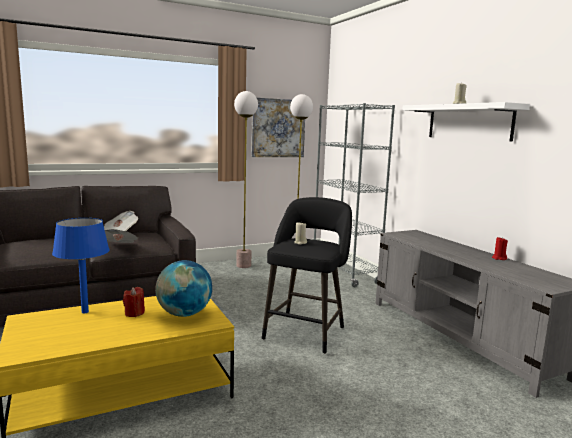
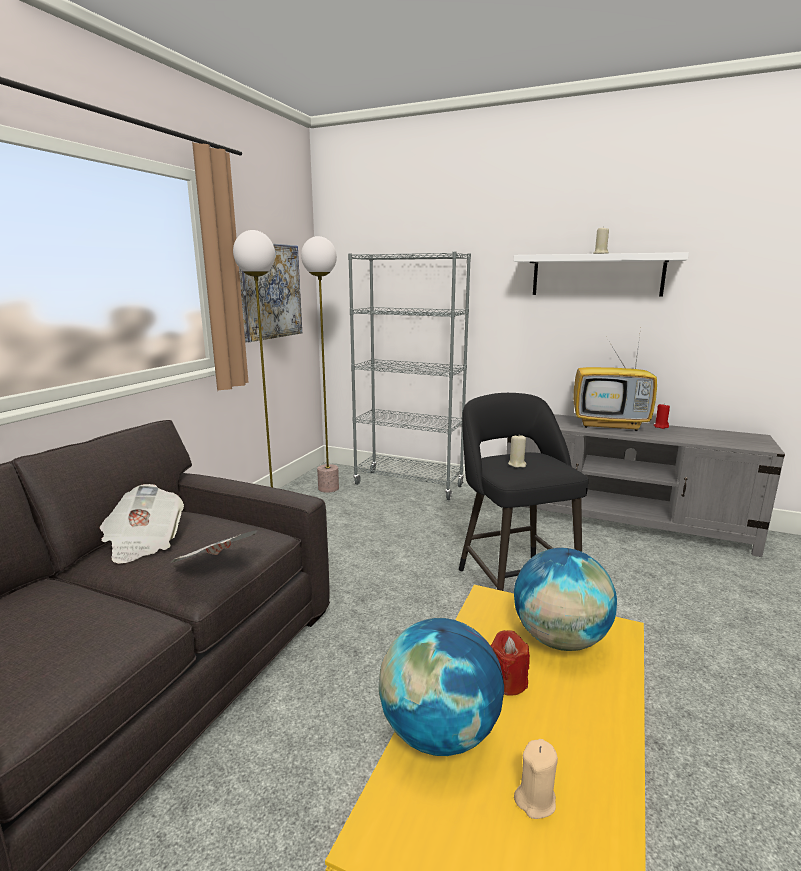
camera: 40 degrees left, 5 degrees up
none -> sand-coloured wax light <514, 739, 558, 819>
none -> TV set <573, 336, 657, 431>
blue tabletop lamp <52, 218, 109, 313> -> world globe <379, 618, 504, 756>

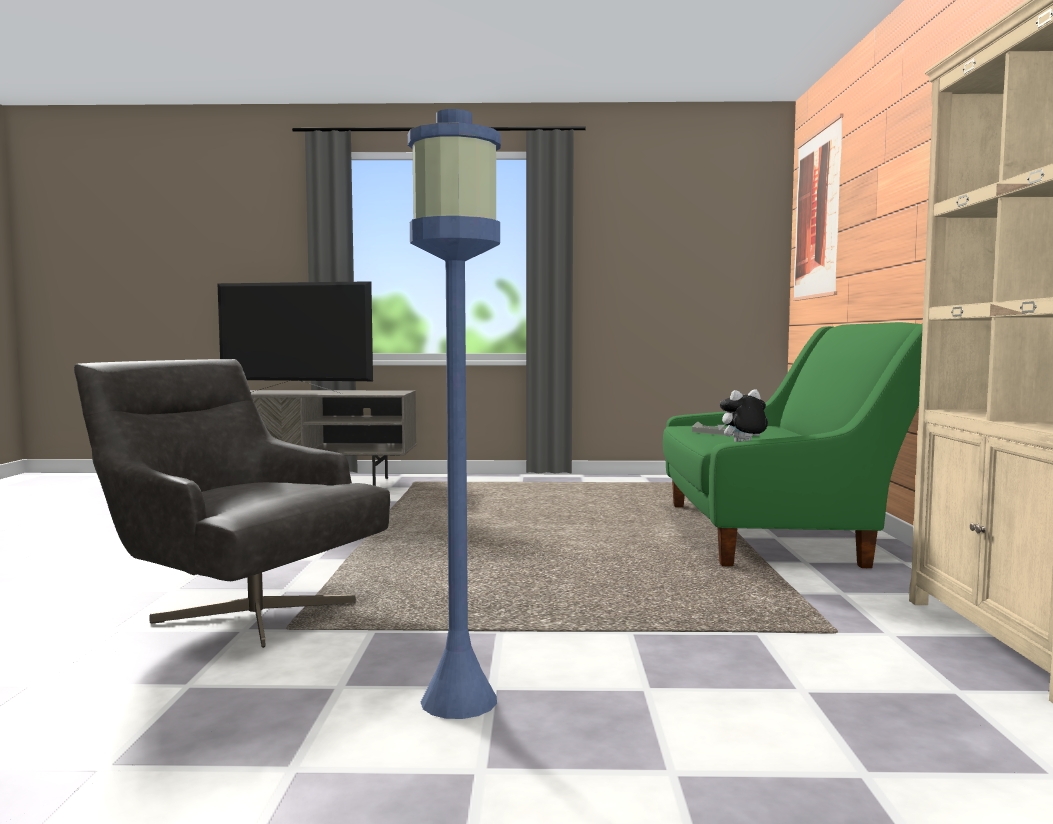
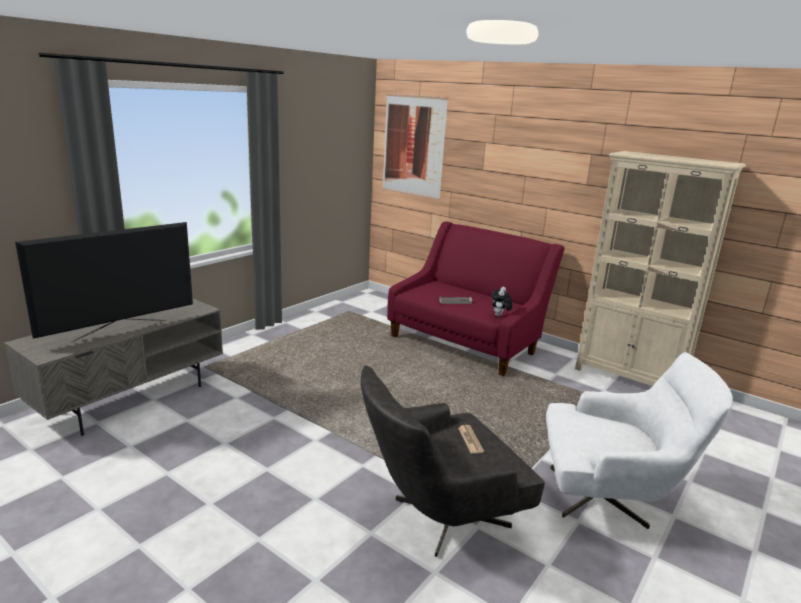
camera: 55 degrees left, 15 degrees up
none -> daily paper <458, 425, 484, 453>
blue standing lamp <408, 109, 501, 719> -> white lounge chair <546, 352, 733, 529>
green couch <663, 322, 923, 568> -> red-coloured couch <387, 221, 565, 376>

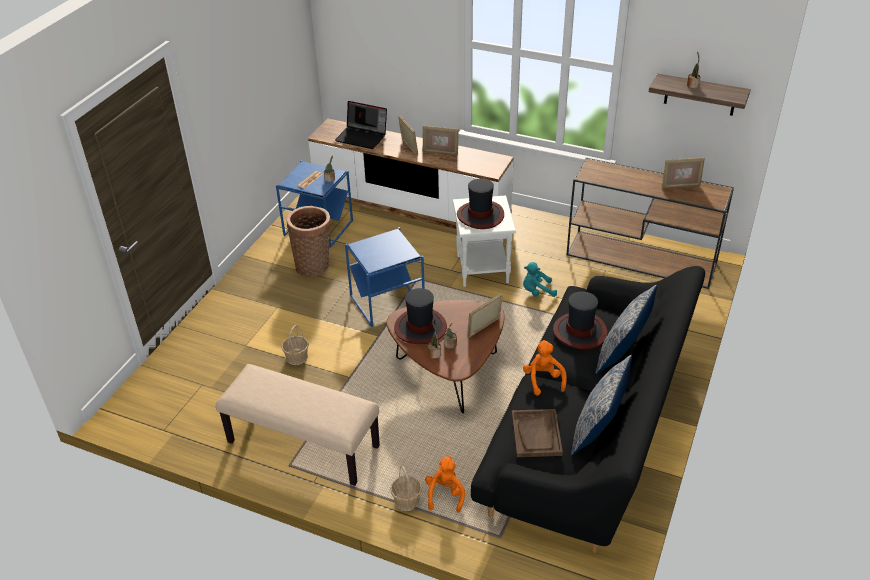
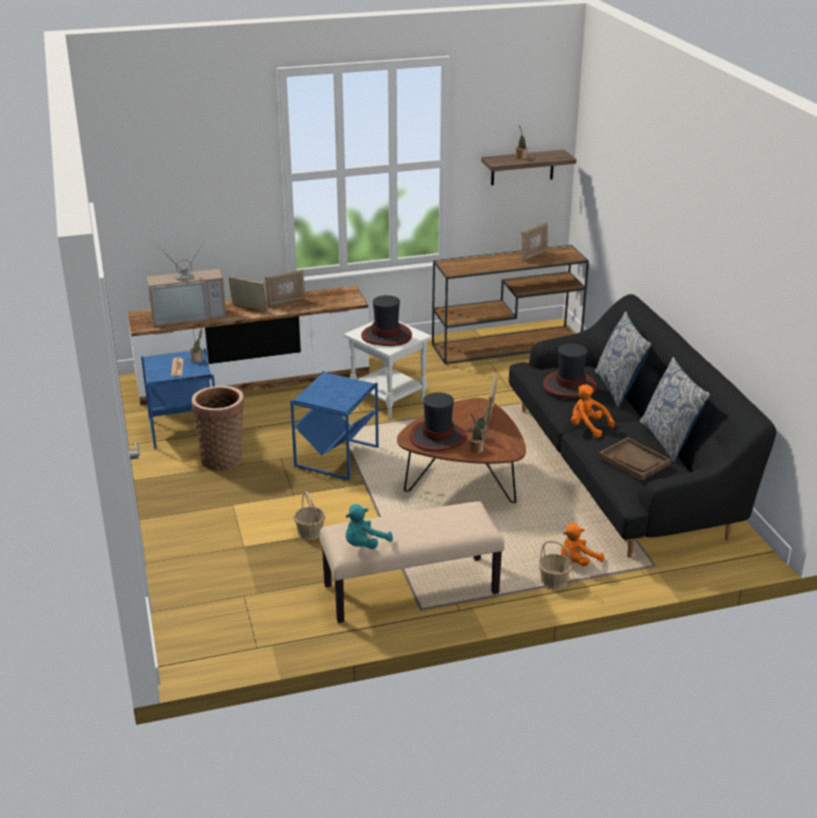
camera: 40 degrees left, 10 degrees down
blue-green cuddly toy <523, 262, 557, 297> -> blue-green cuddly toy <346, 504, 393, 549>, moved
notebook computer <335, 101, 387, 149> -> TV set <147, 242, 226, 326>
orange cuddly toy <425, 456, 465, 513> -> orange cuddly toy <561, 523, 604, 567>, 90 degrees counterclockwise

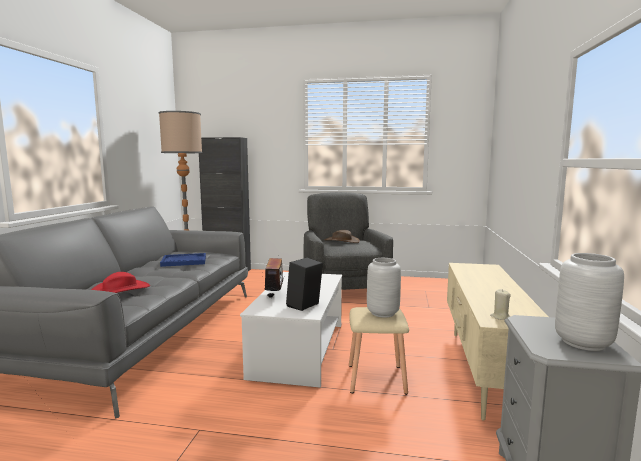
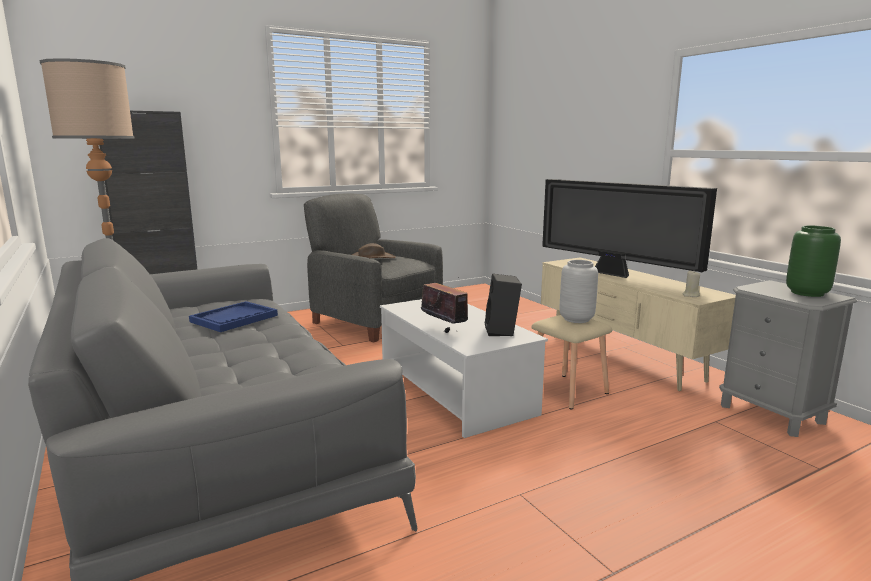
camera: 40 degrees left, 5 degrees up
red-coloured clothing hat <91, 272, 150, 293> -> none
none -> TV set <542, 179, 717, 278>
greyish flower vase <555, 253, 624, 351> -> green flower vase <786, 226, 841, 297>

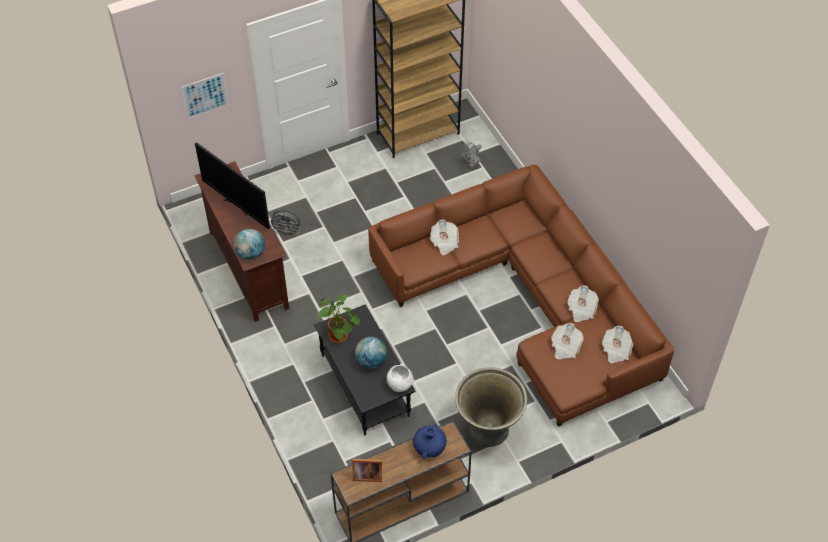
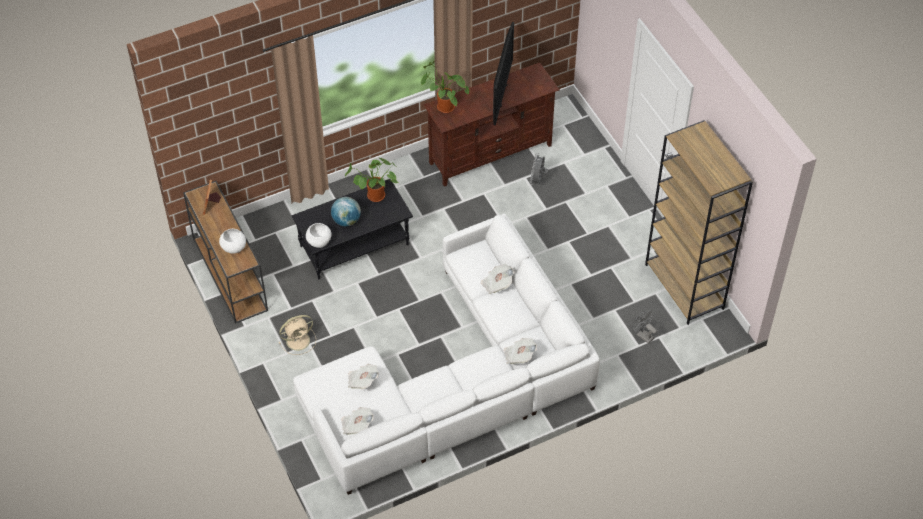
camera: 90 degrees right, 0 degrees up
picture <181, 73, 229, 119> -> none
daily paper <567, 286, 599, 322> -> daily paper <504, 338, 537, 364>, moved
world globe <234, 229, 265, 260> -> plant in a pot <421, 60, 469, 113>
blue flower vase <413, 424, 447, 459> -> white serving bowl <219, 229, 246, 254>
greyish plant pot <455, 367, 527, 447> -> sand-coloured electric fan <279, 315, 316, 355>
brownish couch <368, 165, 675, 427> -> white couch <293, 214, 600, 495>
TV set <195, 142, 270, 230> -> TV set <493, 22, 514, 126>, 150 degrees clockwise

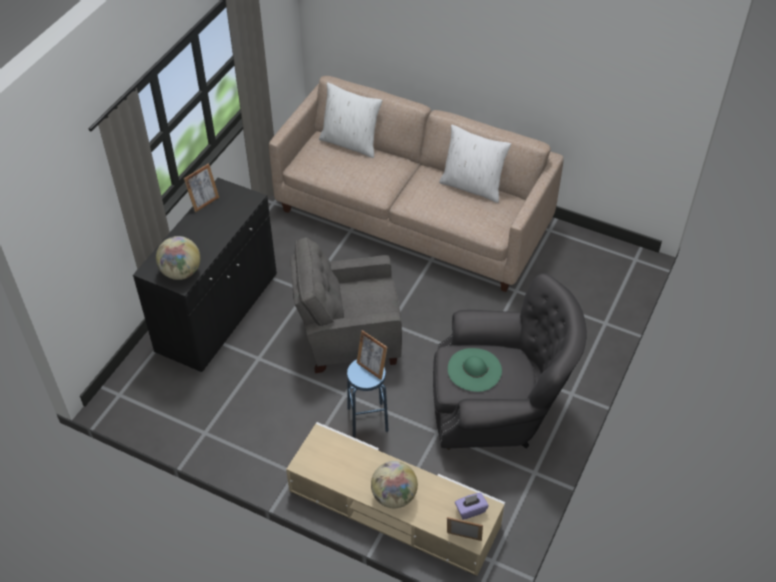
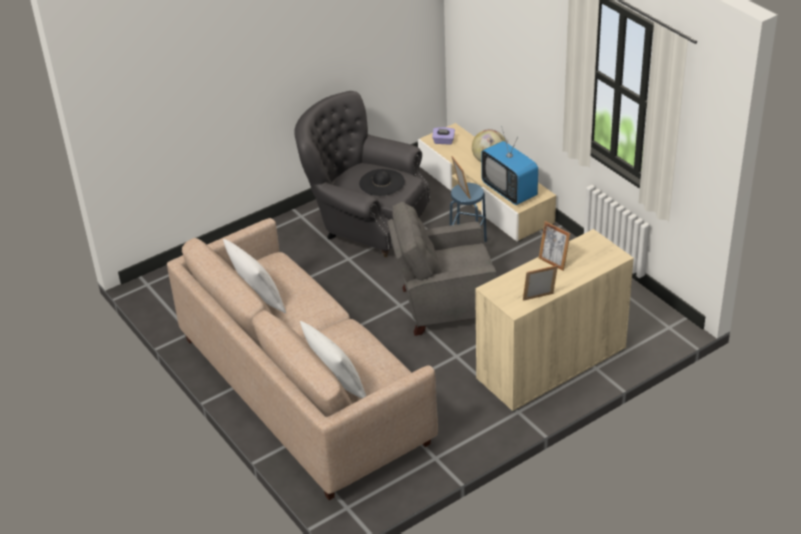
camera: 150 degrees left, 10 degrees down
world globe <156, 236, 200, 280> -> none
none -> TV set <481, 126, 538, 205>
picture frame <447, 517, 483, 541> -> picture frame <539, 221, 571, 271>, moved
black-coloured cabinet <133, 178, 277, 372> -> sand-coloured cabinet <475, 229, 634, 412>
green clothing hat <448, 348, 502, 392> -> black-coloured clothing hat <359, 169, 405, 196>
greyish lounge chair <290, 237, 402, 373> -> greyish lounge chair <387, 202, 497, 336>, 150 degrees clockwise

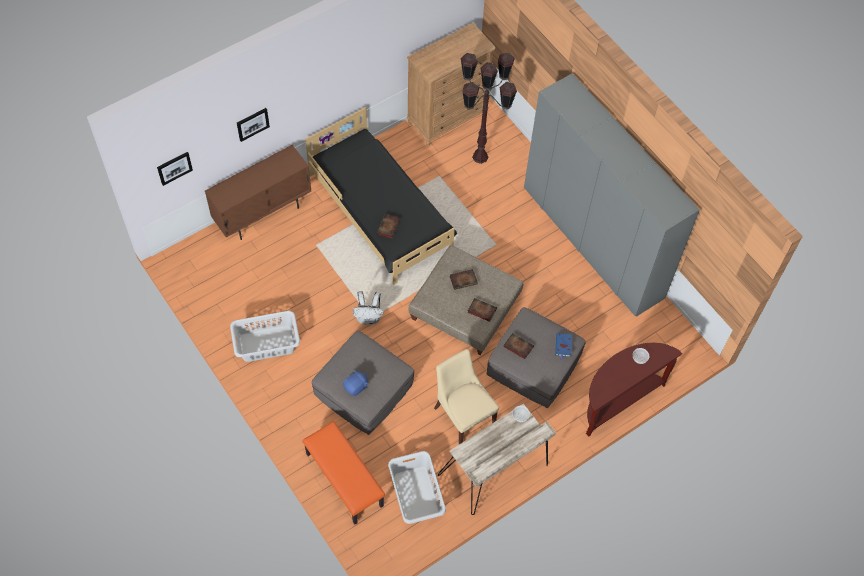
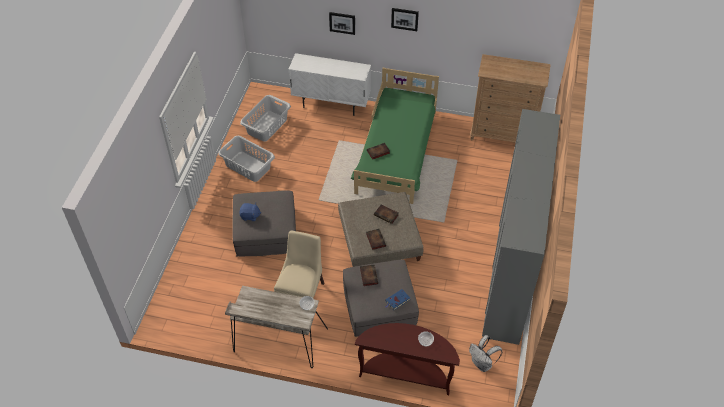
camera: 50 degrees right, 10 degrees down
orange long seat <302, 421, 385, 525> -> none
brownish standing lamp <461, 53, 517, 164> -> none
picture <157, 152, 193, 186> -> picture <391, 8, 419, 31>, moved
white backpack <353, 291, 383, 325> -> white backpack <469, 335, 502, 372>, moved
greyish washing basket <388, 451, 446, 524> -> greyish washing basket <240, 95, 291, 142>, moved
brownish cabinet <205, 145, 311, 240> -> white cabinet <288, 53, 371, 116>
black-coloured sleeping bed <305, 107, 457, 285> -> green sleeping bed <351, 68, 439, 204>

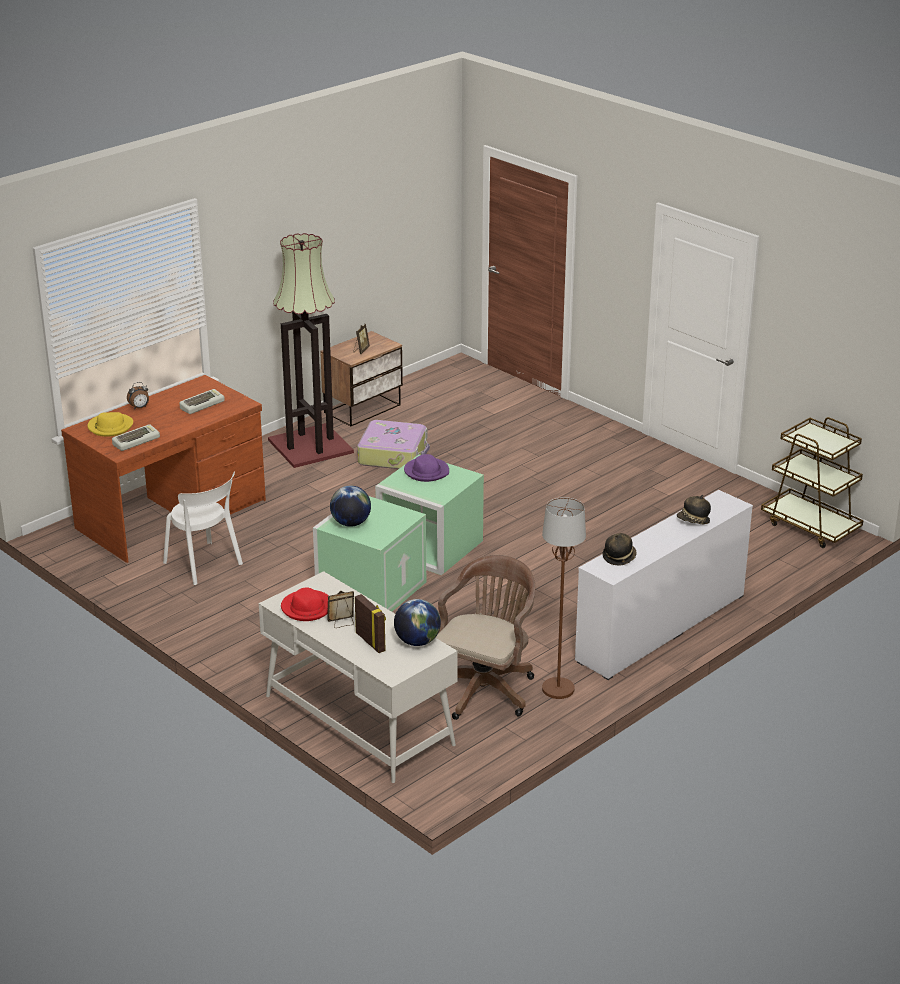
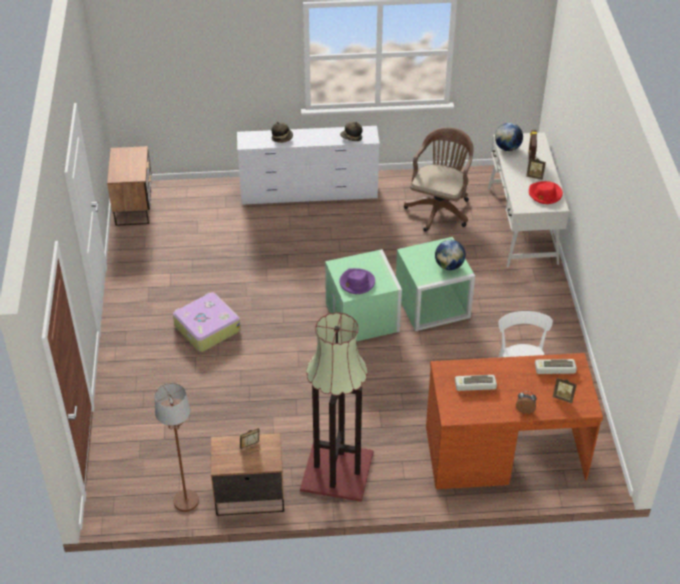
camera: 140 degrees left, 15 degrees up
piece of luggage <357, 420, 430, 469> -> piece of luggage <173, 292, 241, 352>, moved
brownish standing lamp <542, 497, 586, 699> -> brownish standing lamp <154, 383, 199, 512>, moved
yellow-coloured clothing hat <87, 412, 133, 437> -> picture frame <553, 378, 577, 403>
brownish trolley <761, 417, 864, 548> -> night table <107, 146, 152, 226>
brownish computer chair <435, 555, 535, 720> -> brownish computer chair <404, 127, 473, 232>, 135 degrees clockwise

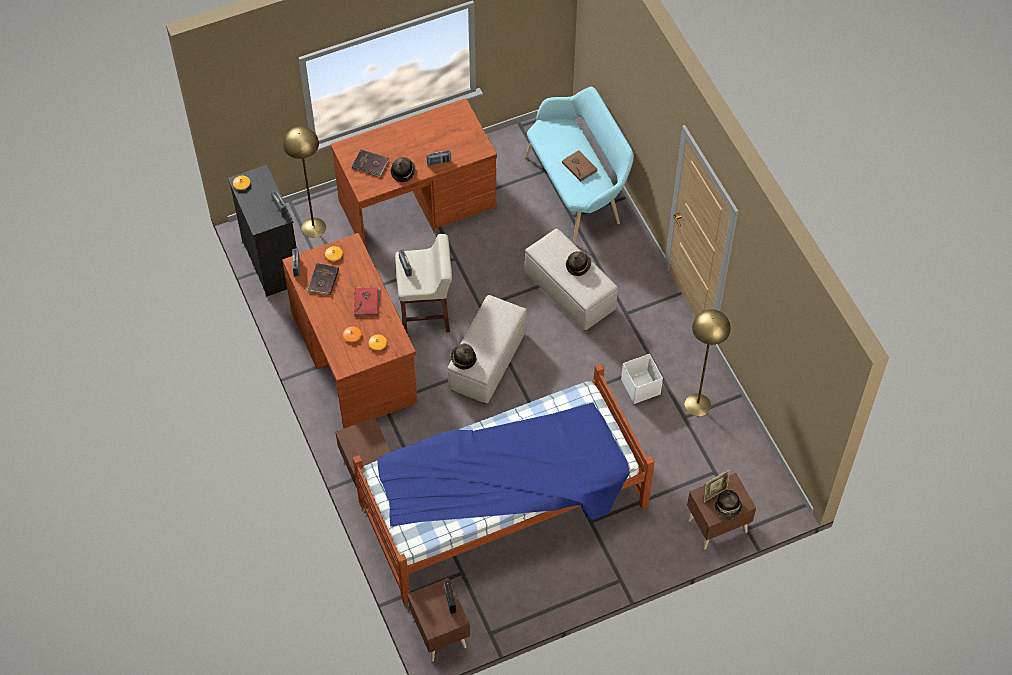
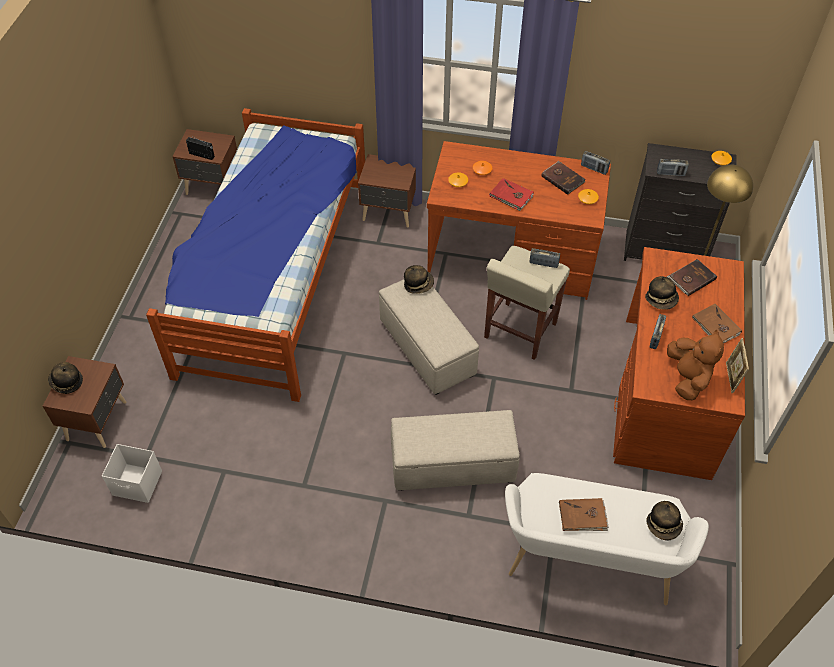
camera: 125 degrees right, 5 degrees down
yellow-coloured standing lamp <685, 309, 731, 416> -> none
none -> brownish cuddly toy <667, 329, 724, 400>
none -> brownish book <692, 304, 742, 343>
clothing hat <566, 251, 591, 276> -> clothing hat <646, 501, 683, 540>, moved
white storage container <621, 354, 663, 404> -> white storage container <102, 444, 162, 503>, moved
picture frame <703, 469, 730, 502> -> picture frame <726, 338, 749, 393>, moved
blue-green long seat <525, 87, 634, 245> -> white long seat <505, 473, 709, 605>

